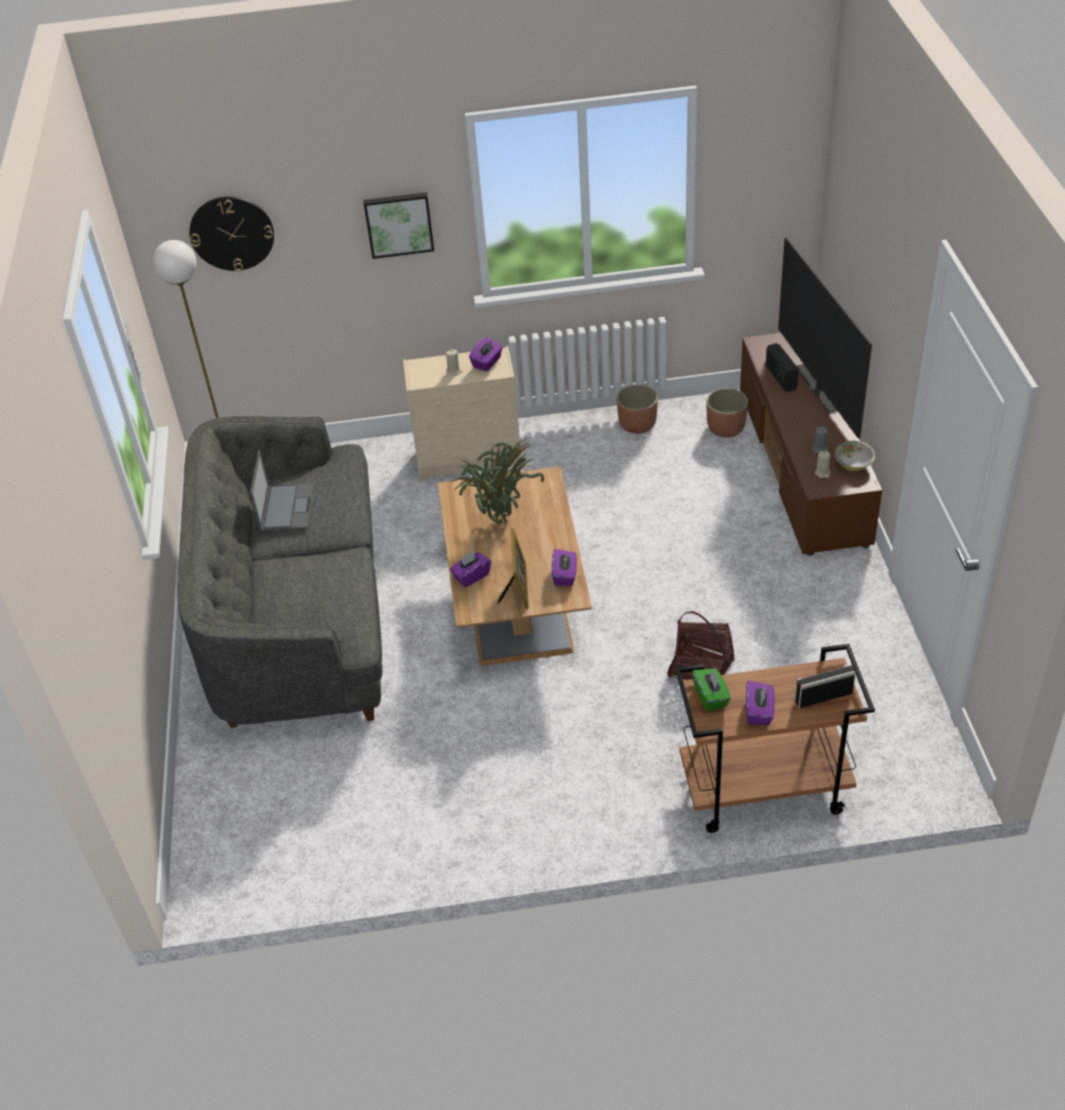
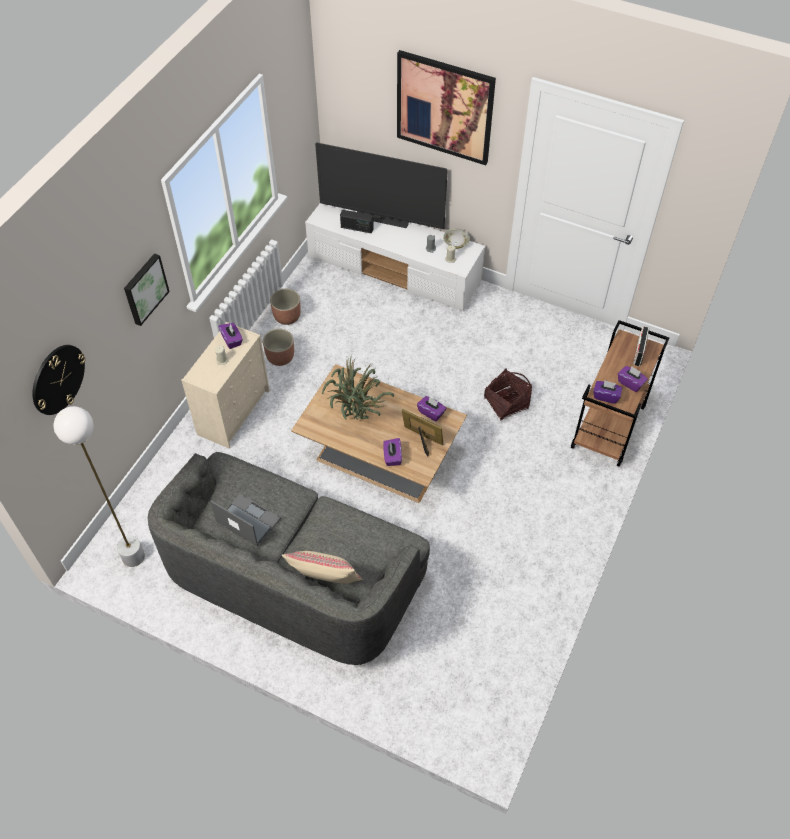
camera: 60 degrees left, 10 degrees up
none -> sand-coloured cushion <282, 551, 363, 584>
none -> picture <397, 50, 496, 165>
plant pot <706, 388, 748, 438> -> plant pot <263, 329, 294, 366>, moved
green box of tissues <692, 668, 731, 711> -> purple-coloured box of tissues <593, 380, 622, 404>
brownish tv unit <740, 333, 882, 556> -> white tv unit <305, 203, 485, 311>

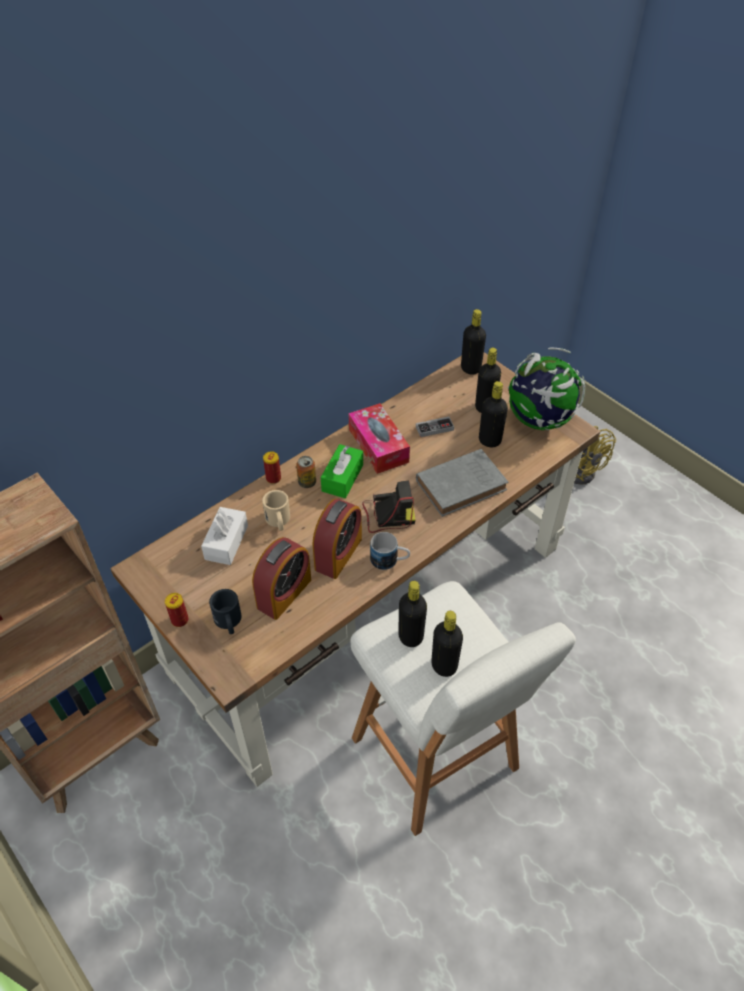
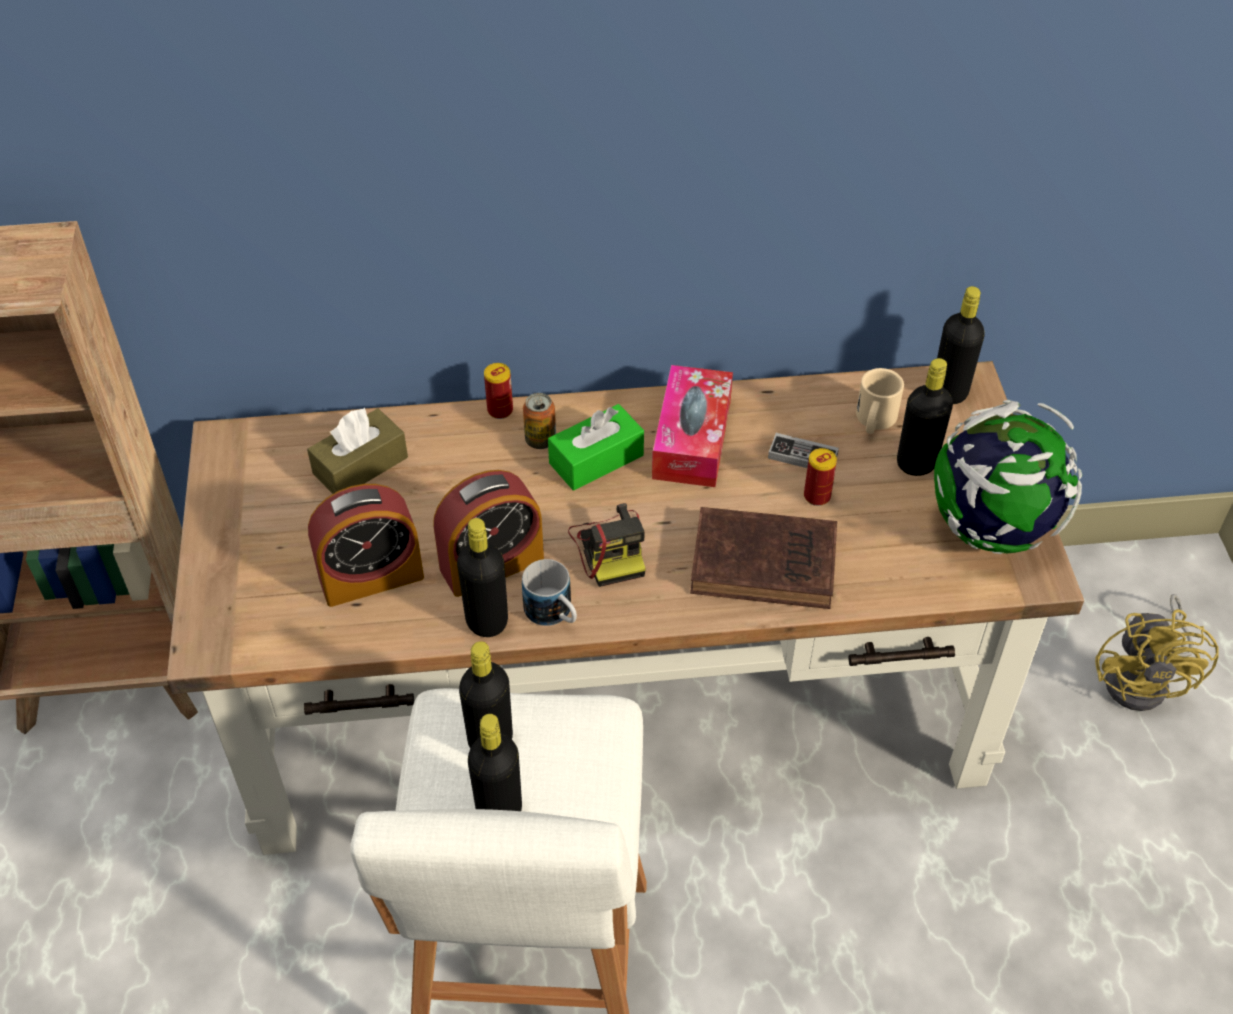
camera: 35 degrees right, 0 degrees up
black-coloured mug <209, 589, 242, 634> -> none
can <165, 593, 188, 627> -> can <804, 448, 837, 506>, moved
sand-coloured mug <262, 490, 290, 531> -> sand-coloured mug <856, 368, 904, 434>, moved
black-coloured bottle <479, 381, 508, 447> -> black-coloured bottle <457, 518, 508, 637>, moved
white box of tissues <201, 507, 248, 565> -> brownish box of tissues <307, 408, 408, 494>
greyish book <416, 449, 508, 517> -> brownish book <690, 507, 837, 609>
photo camera <362, 481, 416, 533> -> photo camera <568, 503, 646, 587>, 45 degrees clockwise

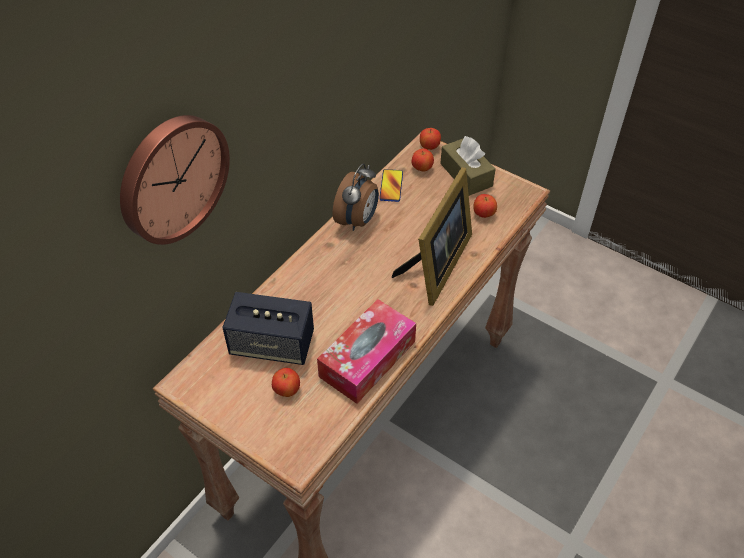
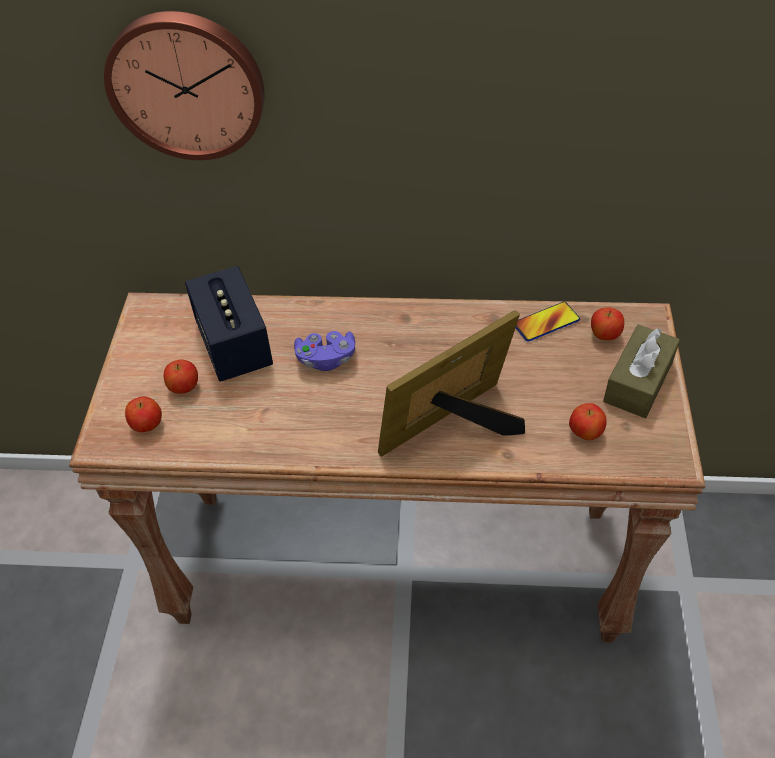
camera: 60 degrees right, 0 degrees up
box of tissues <317, 299, 416, 404> -> none
alarm clock <333, 163, 379, 231> -> none
none -> purple-coloured joypad <294, 331, 355, 371>
apple <420, 128, 441, 150> -> apple <125, 397, 162, 432>, moved
picture frame <392, 167, 472, 306> -> picture frame <378, 310, 525, 457>, 150 degrees clockwise

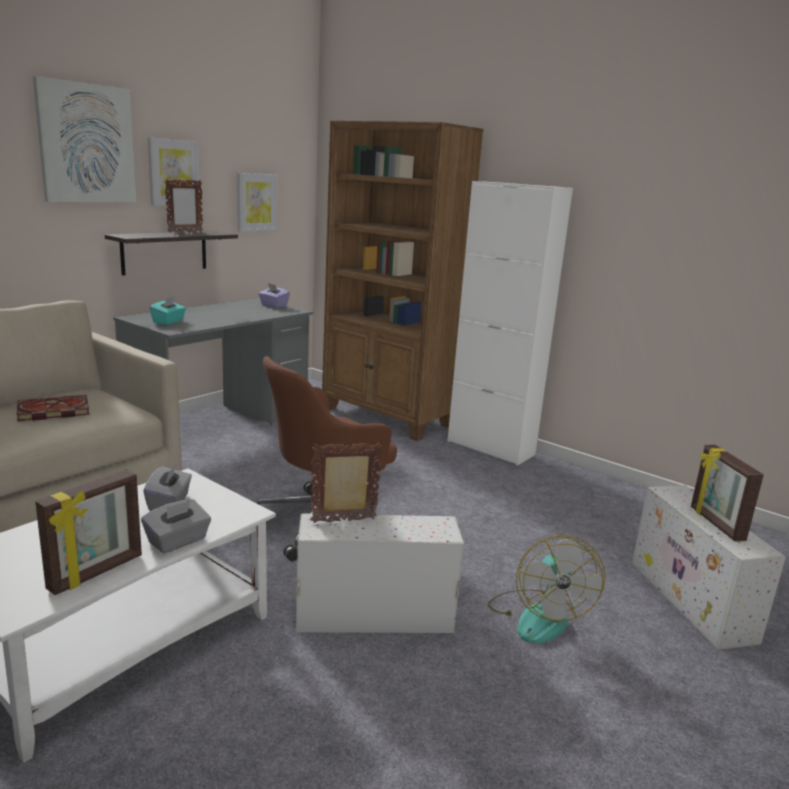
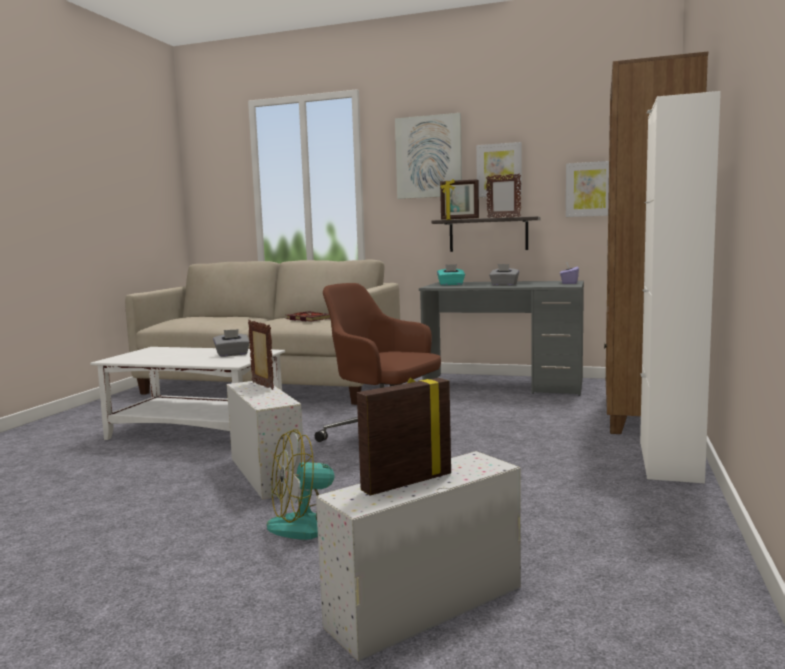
camera: 70 degrees right, 10 degrees down
picture frame <35, 470, 142, 595> -> picture frame <440, 179, 479, 220>, moved
greyish box of tissues <141, 500, 211, 554> -> greyish box of tissues <489, 264, 519, 286>, moved

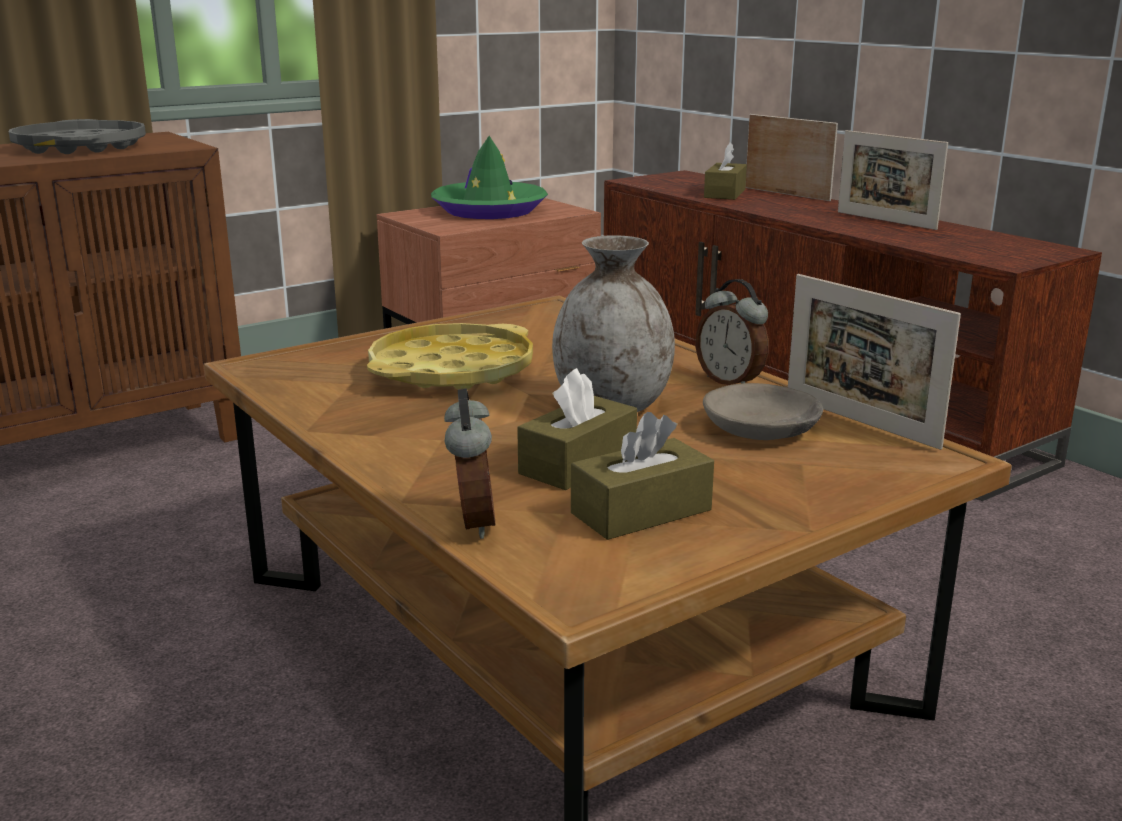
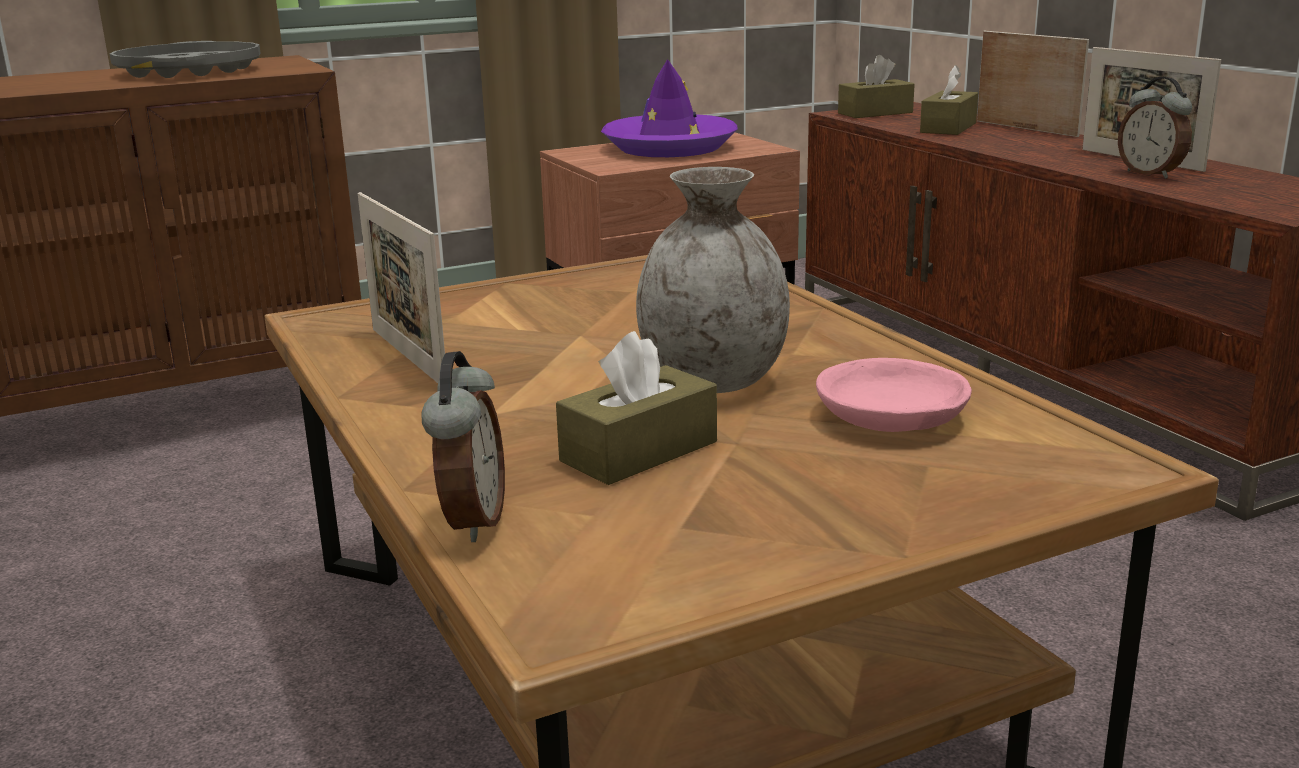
camera: 10 degrees right, 0 degrees up
yellow-coloured tray <367, 323, 533, 390> -> none
brownish box of tissues <571, 412, 714, 540> -> brownish box of tissues <838, 55, 915, 118>, moved
alarm clock <696, 279, 769, 385> -> alarm clock <1118, 77, 1192, 179>, moved
picture frame <788, 274, 961, 450> -> picture frame <358, 192, 445, 383>, moved
green clothing hat <431, 136, 548, 219> -> purple-coloured clothing hat <601, 59, 738, 157>
greyish serving bowl <703, 383, 823, 440> -> pinkish serving bowl <816, 358, 972, 432>

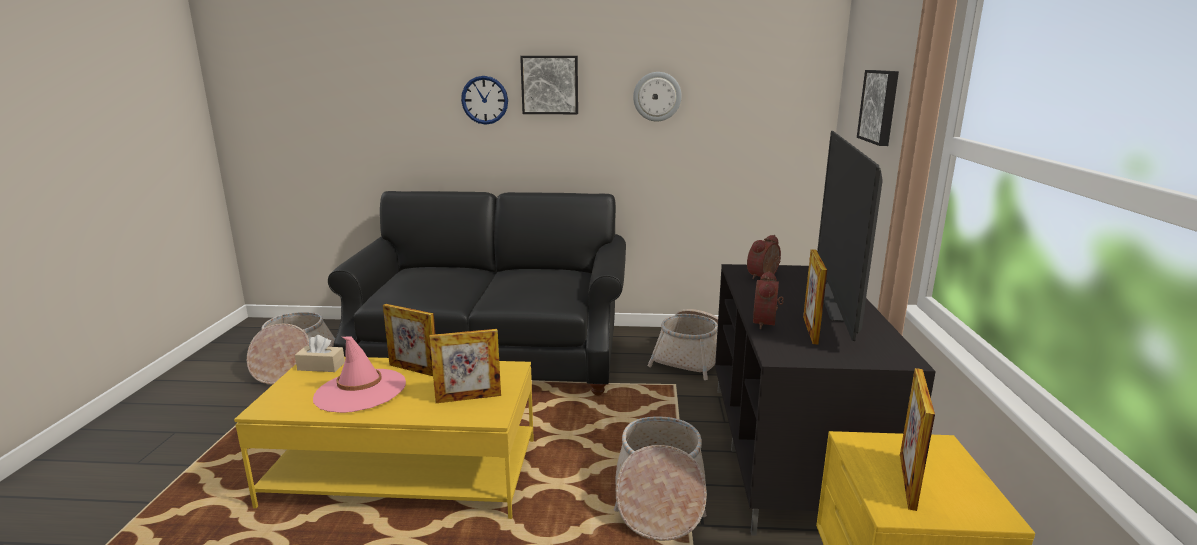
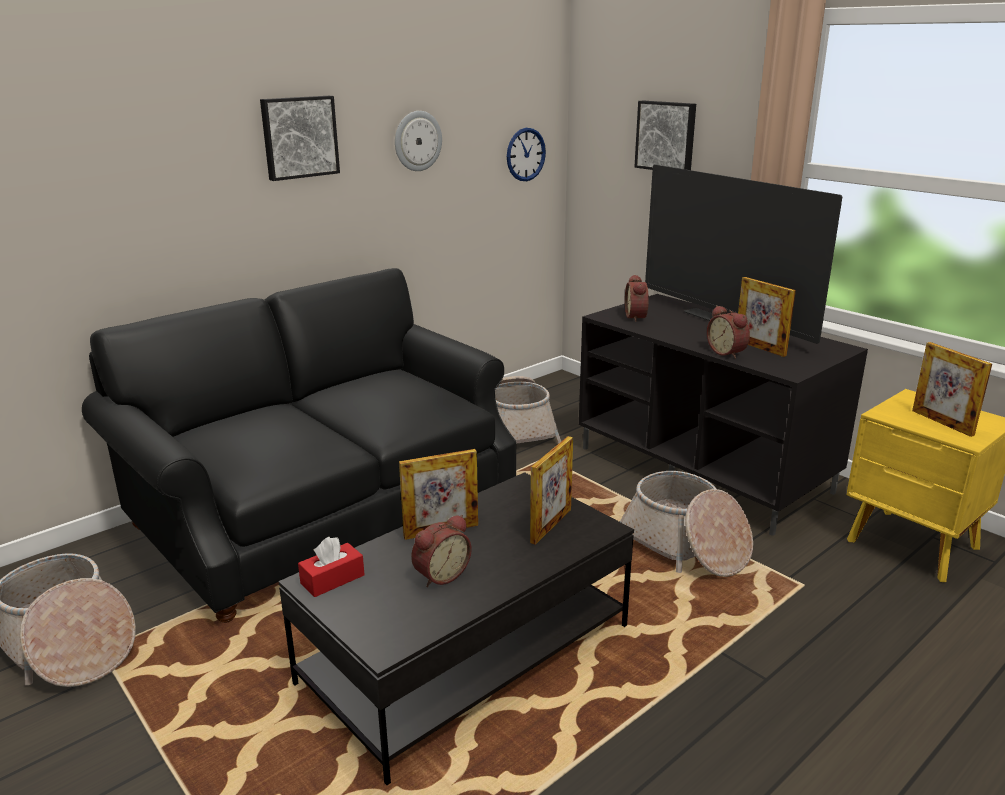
camera: 45 degrees left, 5 degrees up
hanging clock <461, 76, 508, 125> -> hanging clock <507, 128, 546, 181>, moved
pinkish clothing hat <313, 336, 406, 413> -> alarm clock <411, 515, 472, 587>
yellow-coloured coffee table <234, 357, 534, 519> -> black-coloured coffee table <278, 472, 634, 785>
sand-coloured box of tissues <295, 335, 345, 372> -> red-coloured box of tissues <298, 537, 365, 597>

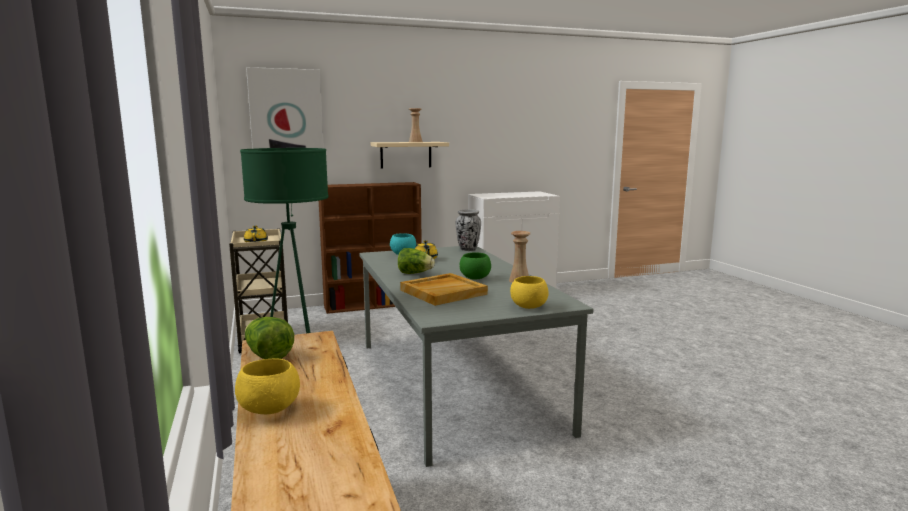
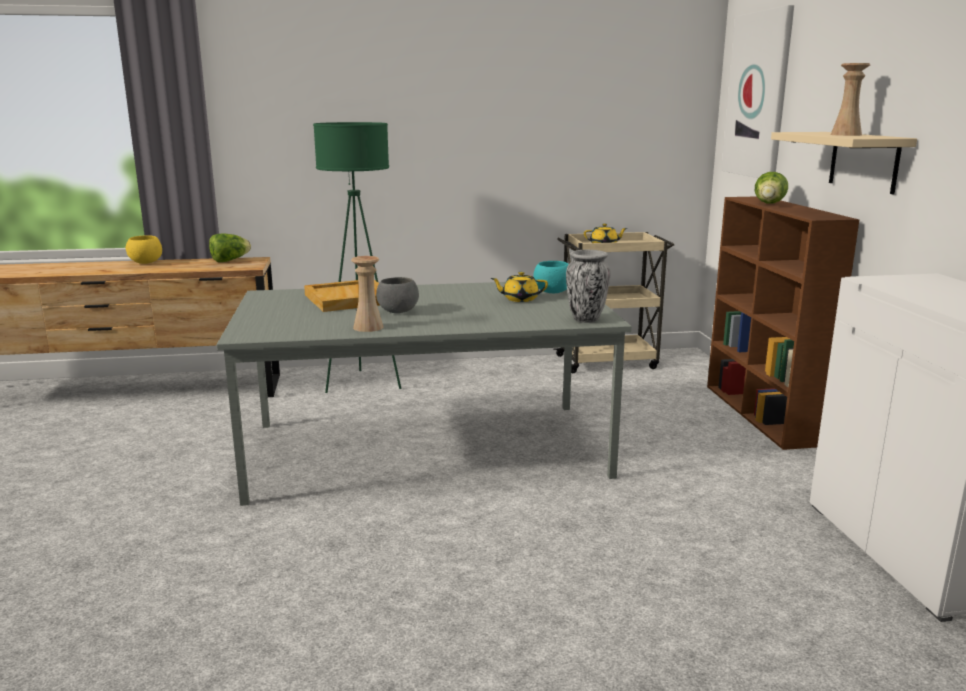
camera: 100 degrees right, 5 degrees up
yellow-coloured serving bowl <510, 276, 549, 309> -> none
head of lettuce <398, 248, 435, 274> -> head of lettuce <755, 172, 788, 204>, moved
green serving bowl <460, 253, 491, 280> -> greyish serving bowl <376, 277, 419, 313>

